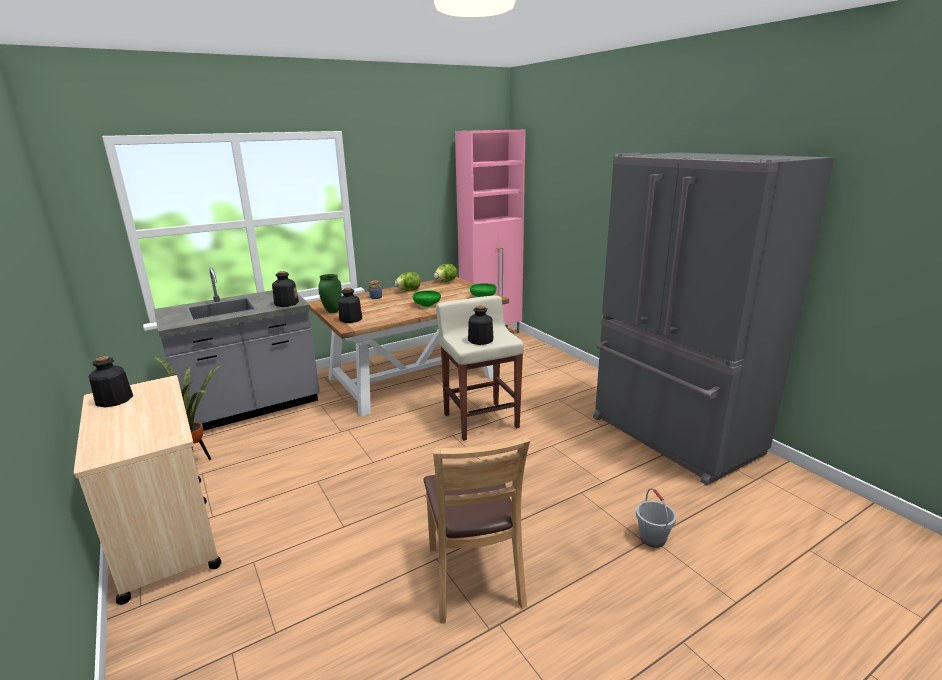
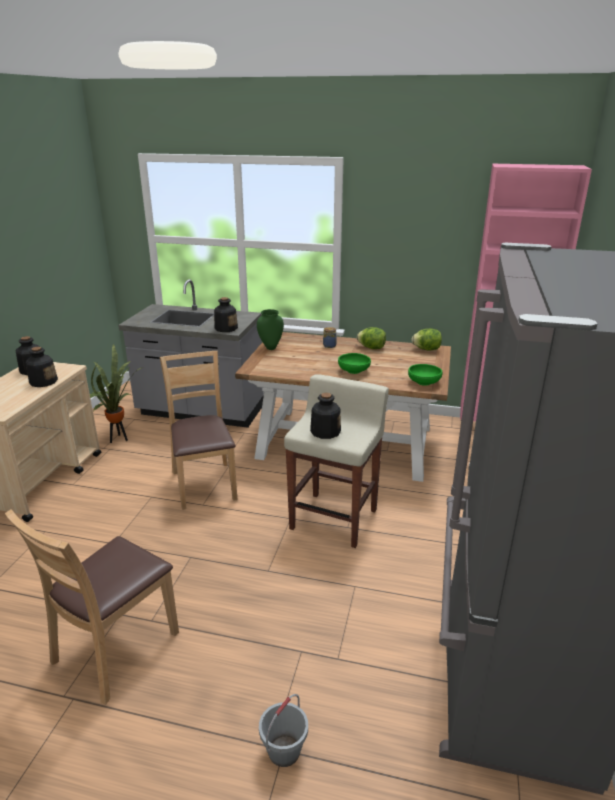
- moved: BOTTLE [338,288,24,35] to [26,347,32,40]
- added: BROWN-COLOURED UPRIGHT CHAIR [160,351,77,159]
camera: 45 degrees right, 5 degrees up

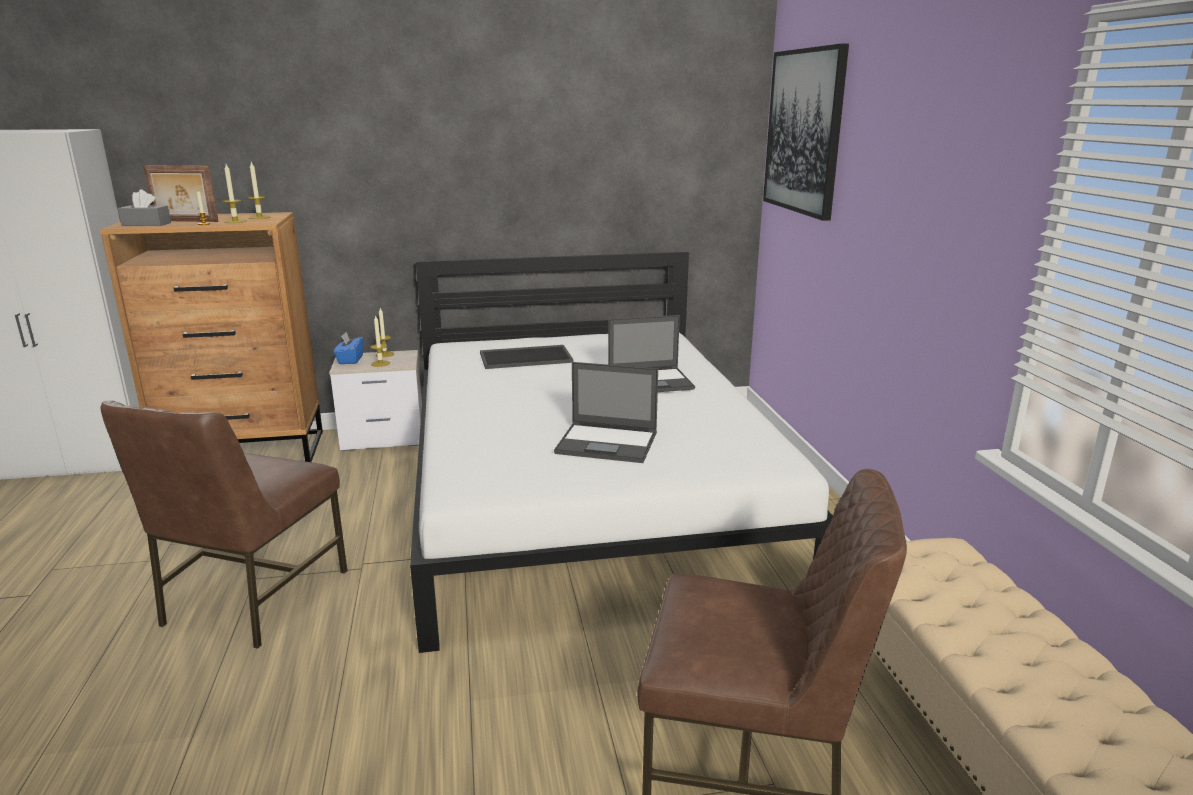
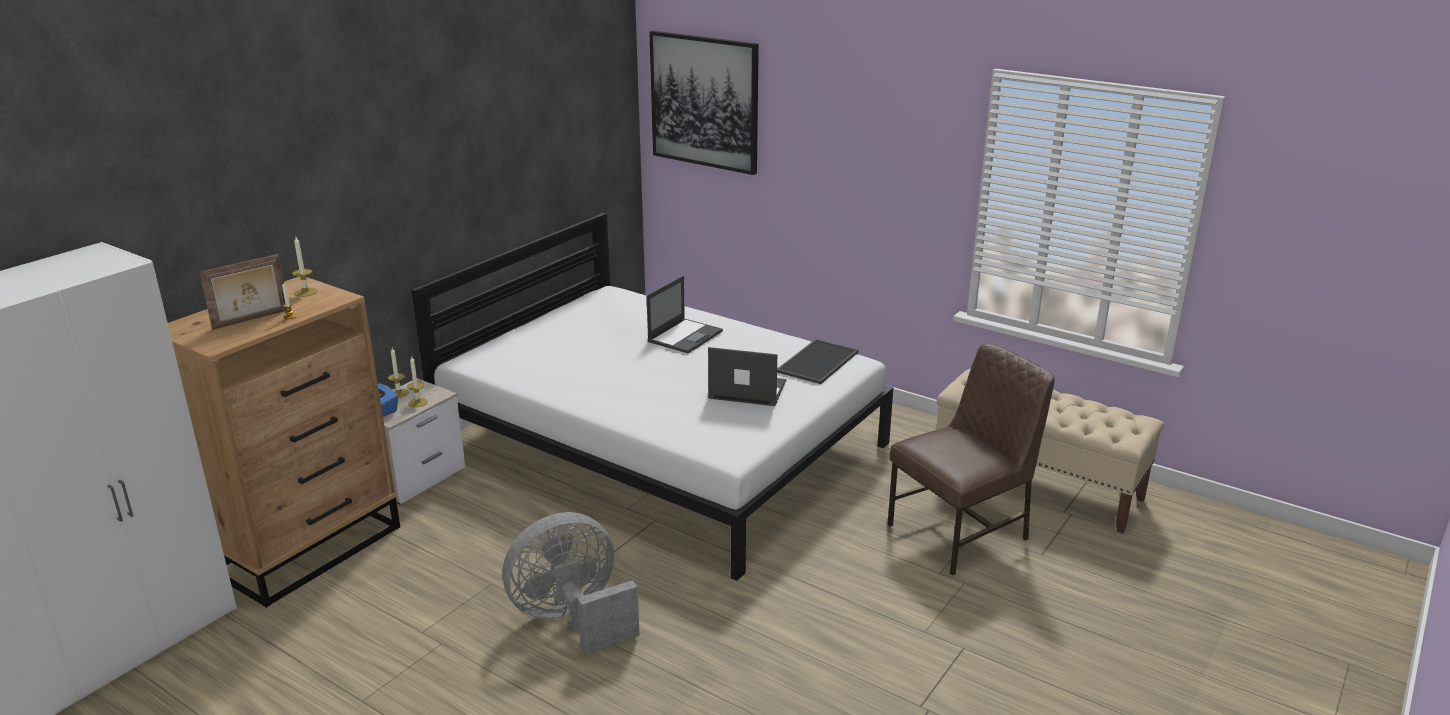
- replaced: BROWN-COLOURED UPRIGHT CHAIR [101,400,247,249] to GREY ELECTRIC FAN [503,512,137,142]
- turned: NOTEBOOK COMPUTER [554,362,104,101] = [708,347,78,59] 135 degrees counterclockwise
- moved: TRAY [480,345,94,24] to [777,339,82,45]
- removed: GREY BOX OF TISSUES [118,189,53,37]
- removed: CANDLE [222,164,25,59]
camera: 45 degrees left, 5 degrees up

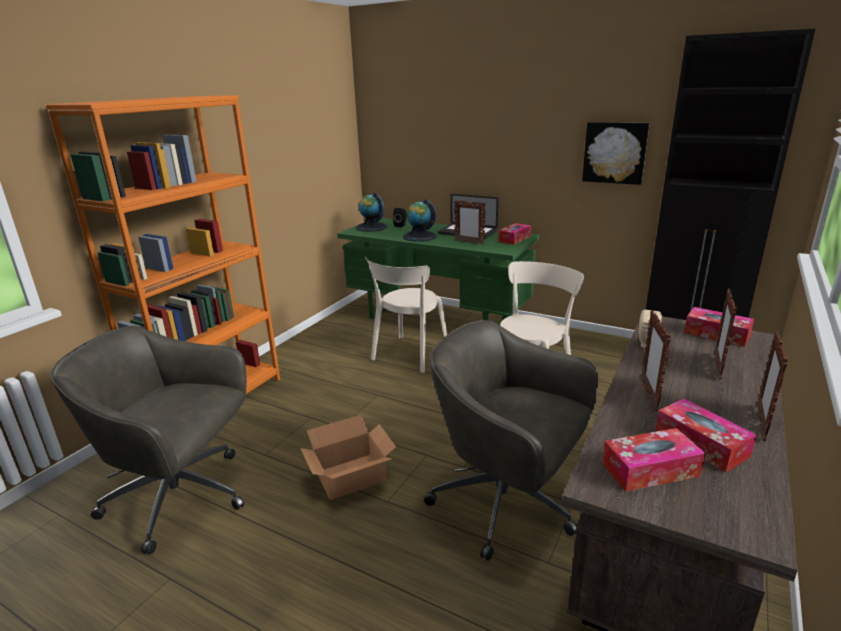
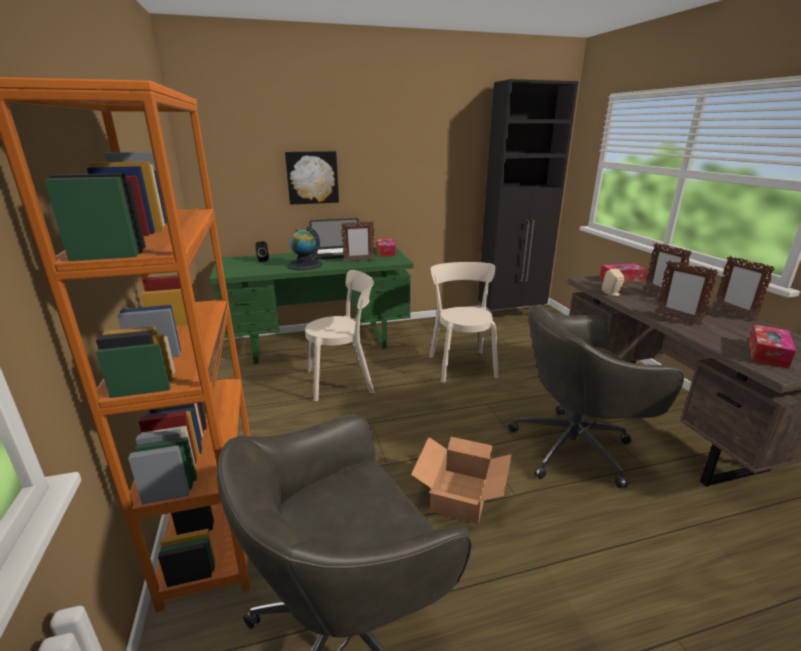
- moved: WALL PICTURE [582,122,68,63] to [285,151,54,54]
- turned: BEIGE-COLOURED UPRIGHT CHAIR [365,257,82,116] = [305,270,69,131] 90 degrees counterclockwise
- removed: DESK GLOBE [356,192,31,40]
- removed: BOX OF TISSUES [655,398,102,74]
camera: 45 degrees left, 0 degrees up

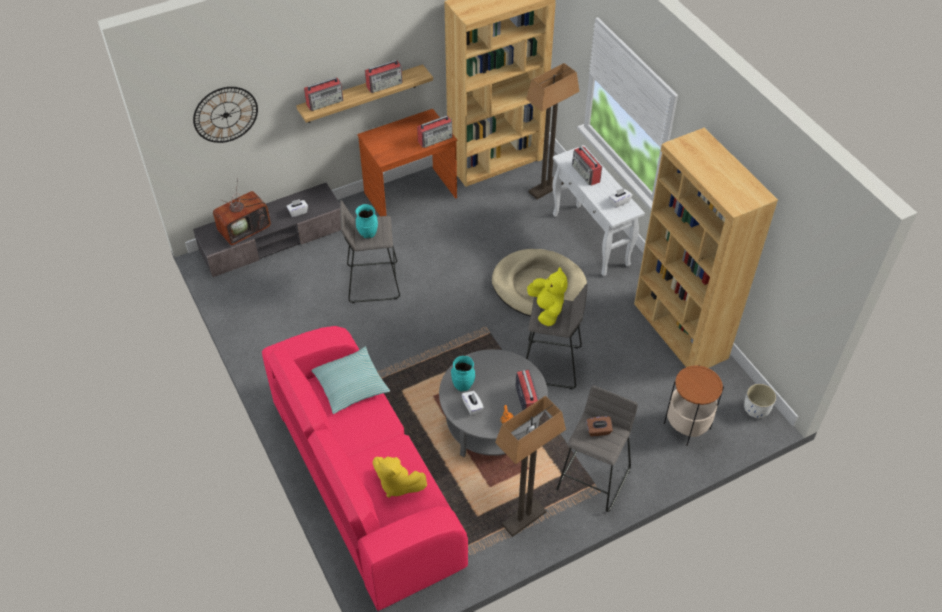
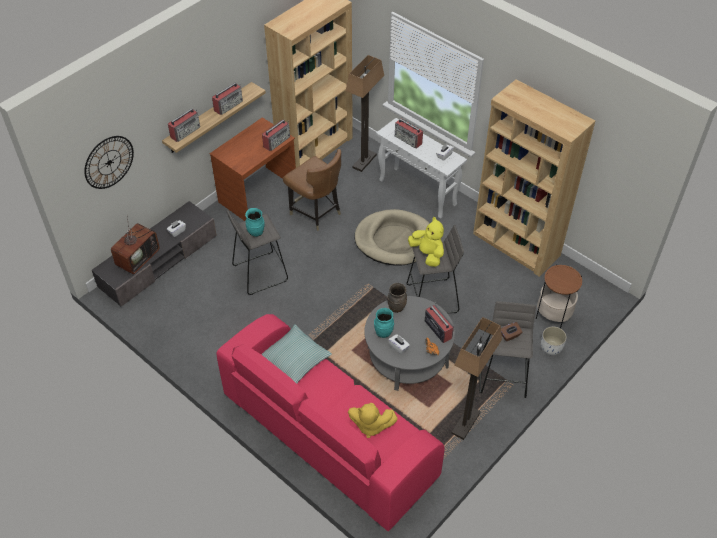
- added: BROWN-COLOURED UPRIGHT CHAIR [283,149,58,82]
- added: BROWN-COLOURED FLOWER VASE [387,283,20,30]
- moved: WHITISH PLANT POT [744,384,32,34] to [541,326,26,29]
camera: 20 degrees left, 0 degrees up

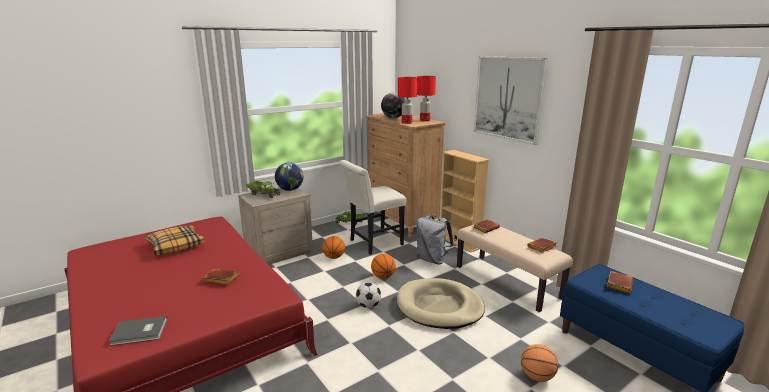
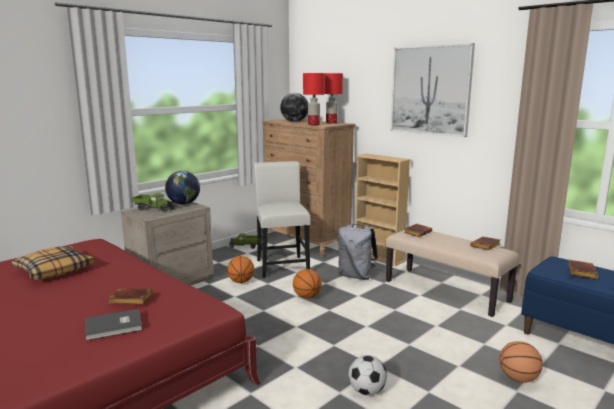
- moved: GREY BOOK [108,316,59,30] to [85,309,57,31]
- turned: WHITISH UPRIGHT CHAIR [339,160,67,95] = [253,161,58,117] 120 degrees clockwise
- moved: FOOTBALL BALL [356,282,25,26] to [349,355,38,40]
- removed: BEIGE-COLOURED PET BED [397,278,88,51]
camera: 10 degrees left, 5 degrees down

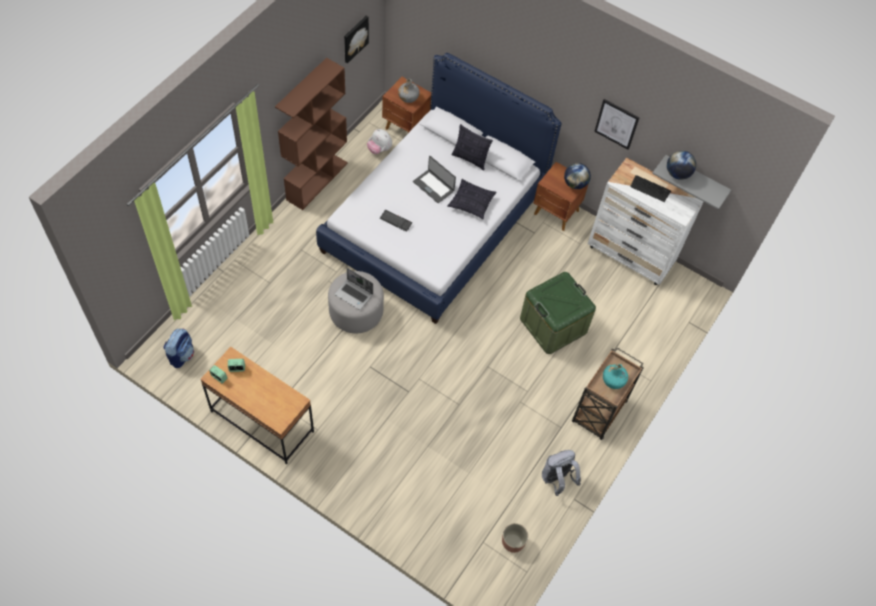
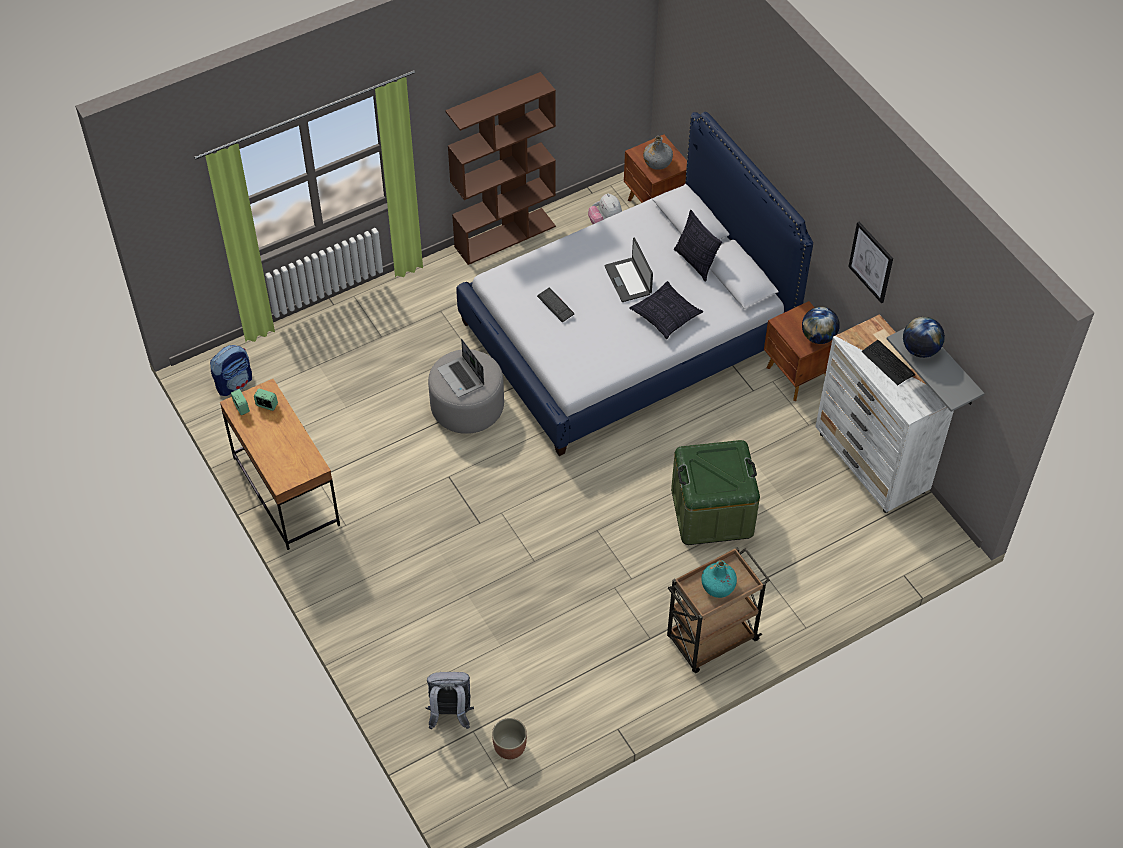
- moved: GREY RUCKSACK [542,450,39,46] to [426,672,48,57]
- removed: WALL PICTURE [344,16,25,47]
camera: 30 degrees right, 5 degrees down

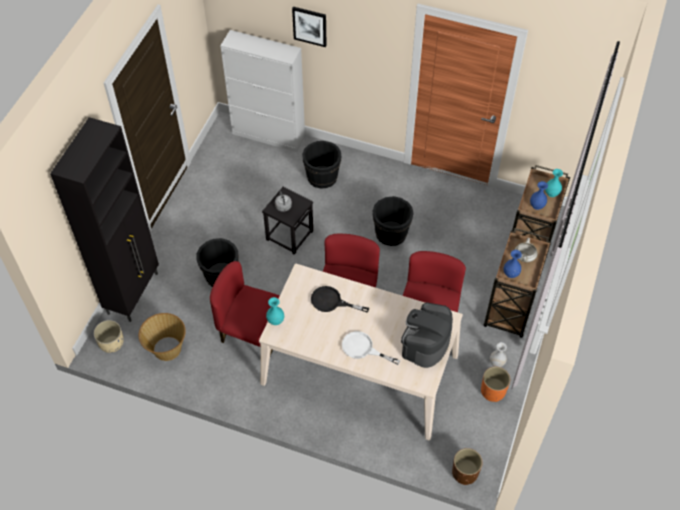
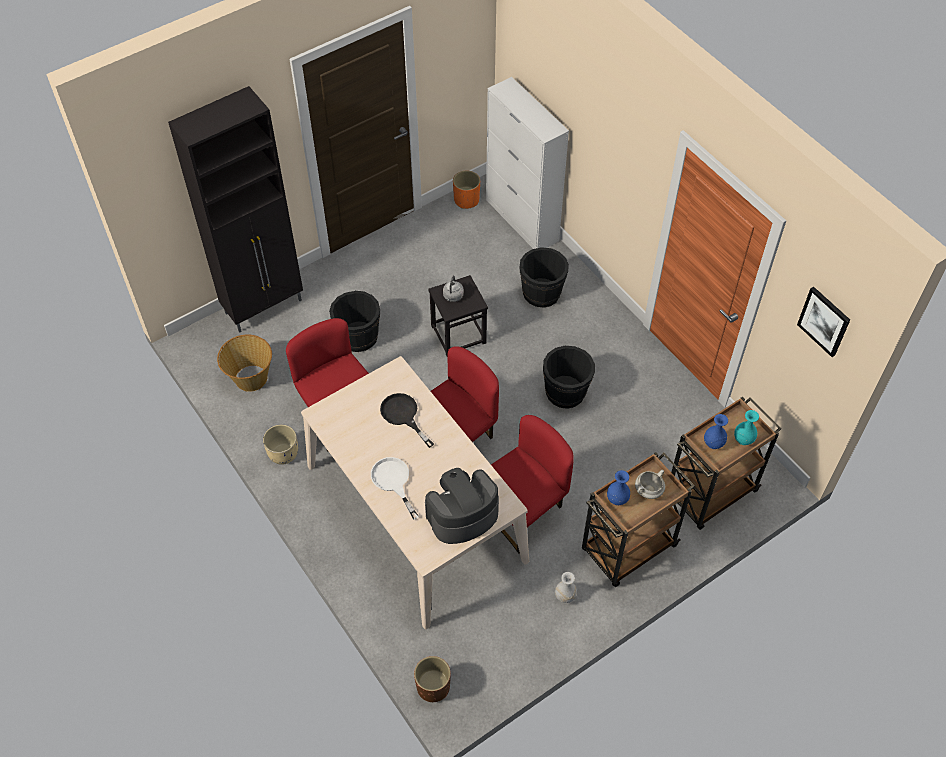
- moved: BEIGE-COLOURED PLANT POT [93,320,31,33] to [263,424,35,41]
- moved: ORANGE-COLOURED PLANT POT [481,366,29,36] to [453,170,27,39]
- moved: WALL PICTURE [292,7,35,40] to [797,287,53,70]
- removed: TURQUOISE-COLOURED FLOWER VASE [266,297,18,28]
camera: 35 degrees right, 0 degrees up

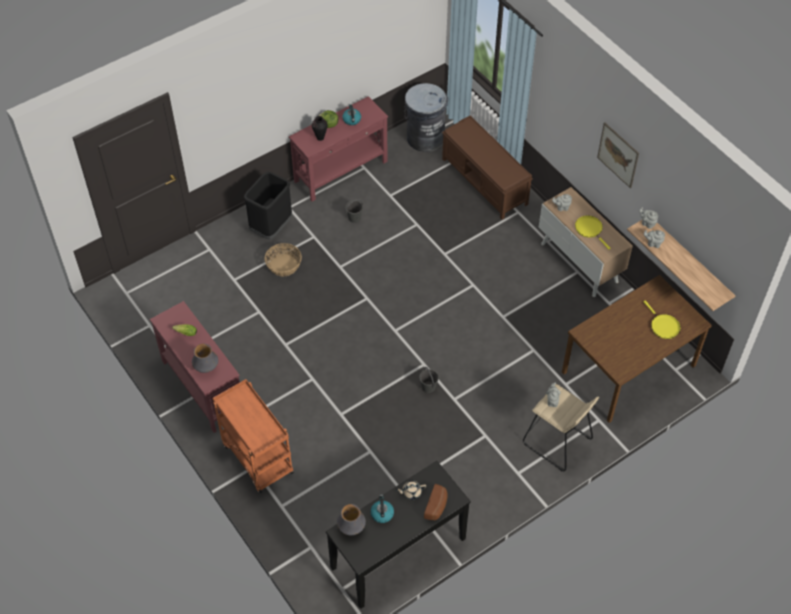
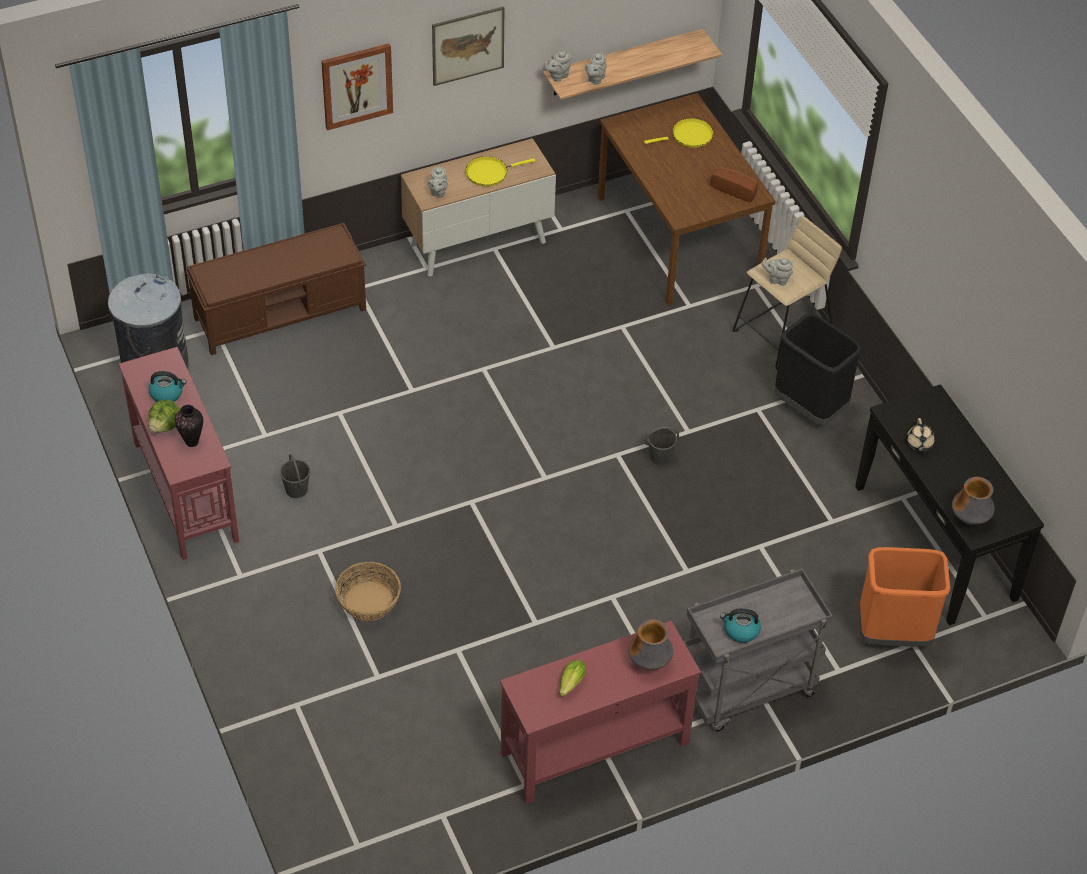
- added: WALL PICTURE [321,43,72,87]
- recoloured: ORANGE-COLOURED WHEELED CART [212,379,82,114] to GREY WHEELED CART [683,568,150,163]
- moved: BAKED BREAD [424,484,24,36] to [711,166,47,36]
- moved: KETTLE [370,494,24,29] to [720,608,41,35]
- moved: BLACK-COLOURED RUBBISH BIN [244,172,48,67] to [774,313,88,112]
- added: ORANGE-COLOURED RUBBISH BIN [859,547,91,100]
camera: 80 degrees left, 5 degrees down

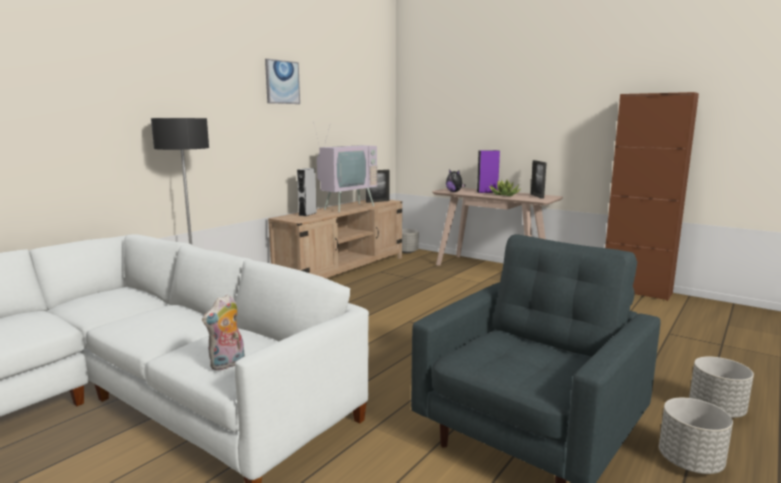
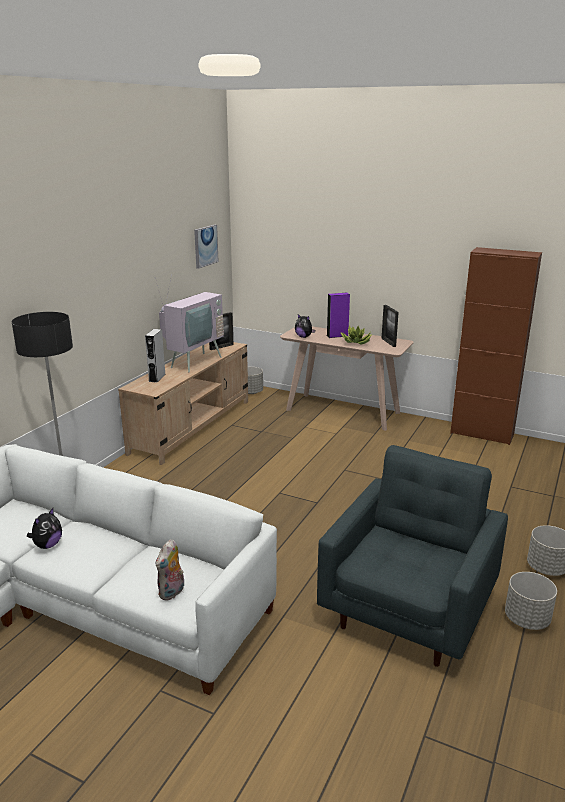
- added: PLUSH TOY [27,508,35,41]
- moved: WALL PICTURE [265,59,35,45] to [194,225,25,44]
camera: 10 degrees left, 10 degrees up

